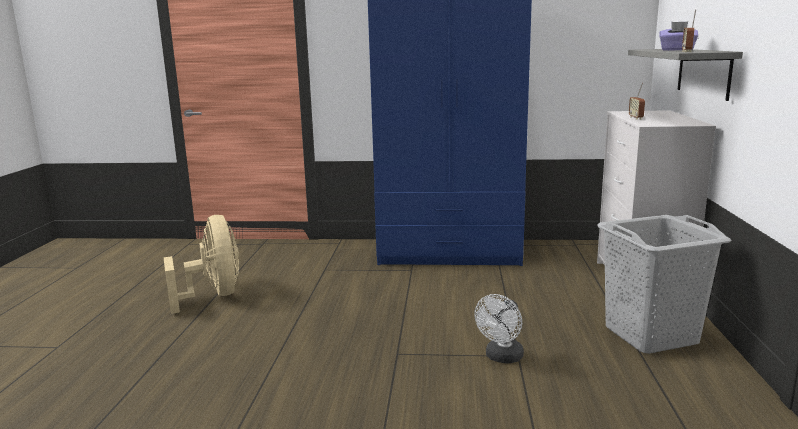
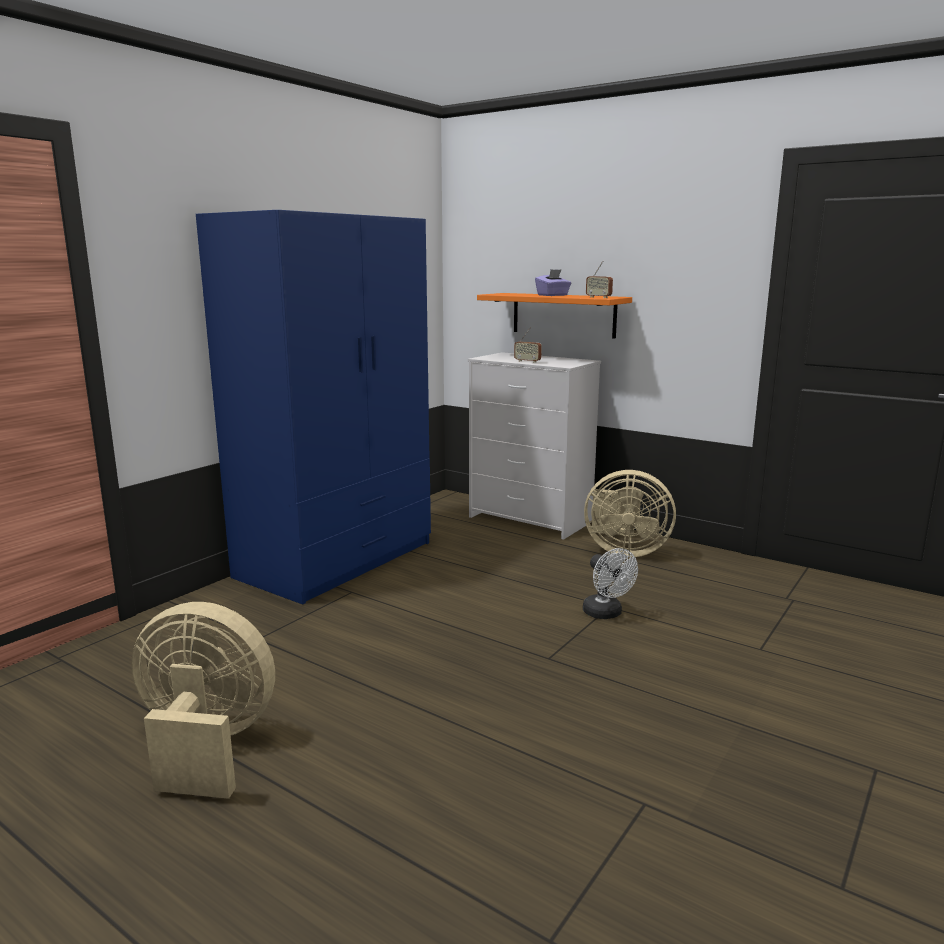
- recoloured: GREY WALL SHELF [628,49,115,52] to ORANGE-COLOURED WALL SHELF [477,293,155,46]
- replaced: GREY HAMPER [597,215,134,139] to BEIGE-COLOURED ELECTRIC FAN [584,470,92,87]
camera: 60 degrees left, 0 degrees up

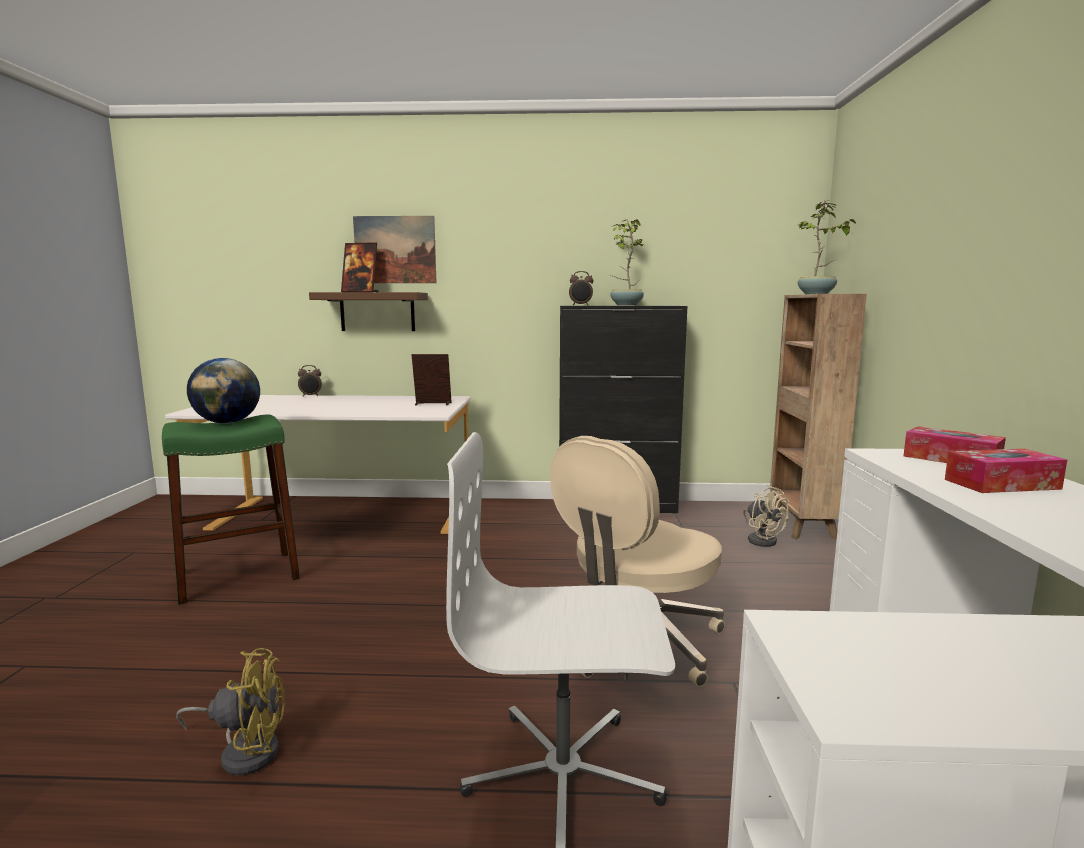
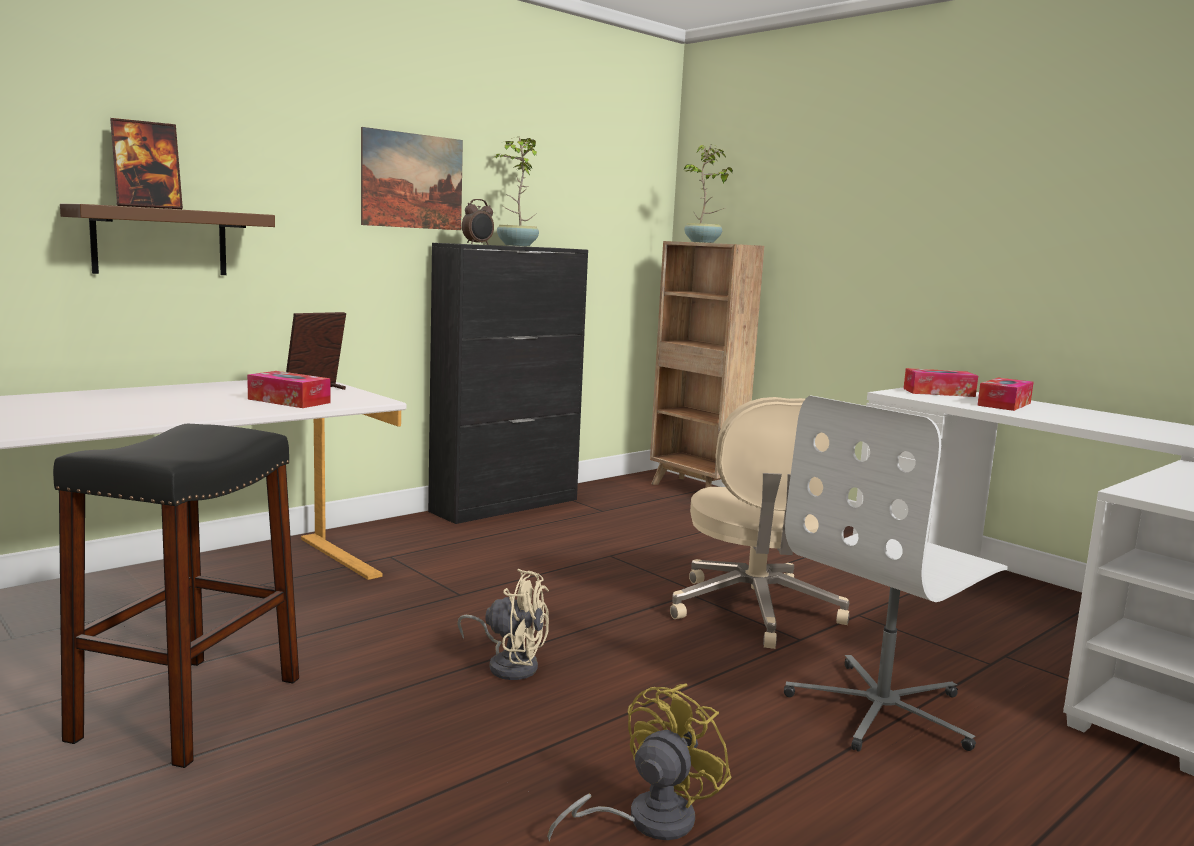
- recoloured: GREEN STOOL SEAT [162,414,138,191] to BLACK-COLOURED STOOL SEAT [53,424,246,344]
- added: BOX OF TISSUES [247,371,84,37]
- moved: WALL PICTURE [353,216,83,67] to [361,127,102,103]
- moved: BEIGE-COLOURED ELECTRIC FAN [743,485,46,62] to [457,569,92,111]
- removed: DESK GLOBE [187,358,73,66]
- removed: TABLE CLOCK [298,365,24,32]
camera: 45 degrees left, 0 degrees up

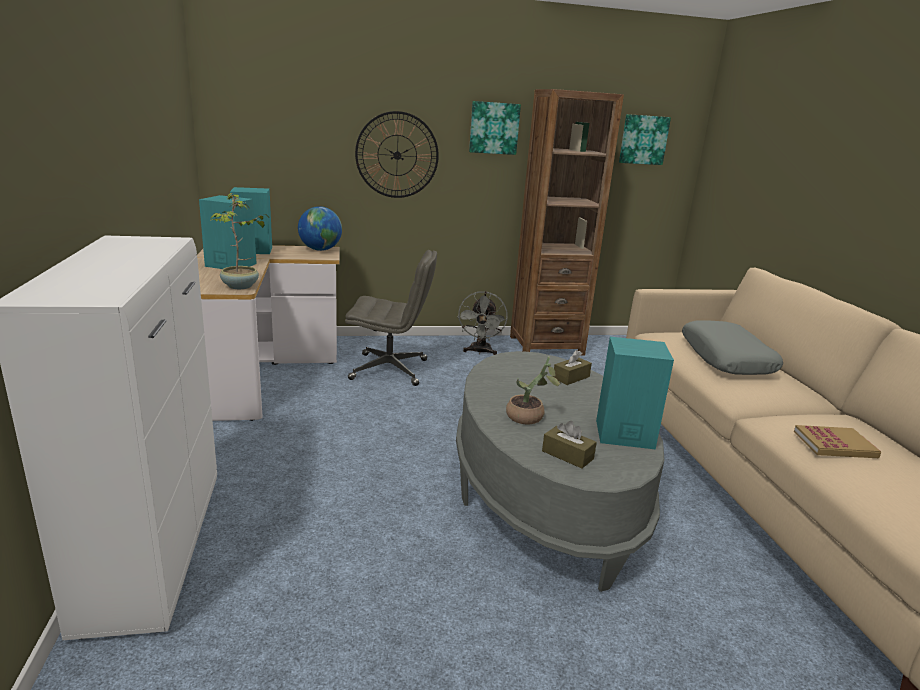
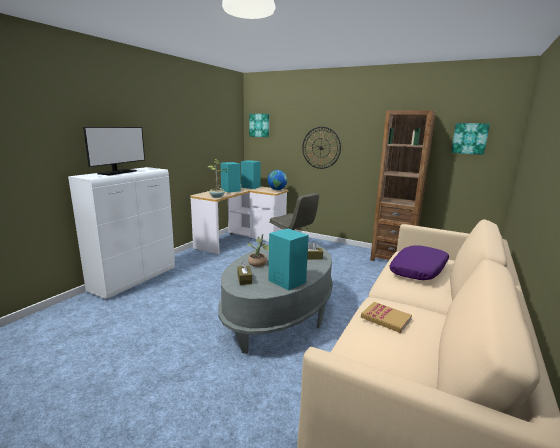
- added: MONITOR [83,127,62,48]
- moved: WALL PICTURE [469,101,52,54] to [249,114,20,23]
- recoloured: GREY THROW PILLOW [682,320,101,55] to PURPLE THROW PILLOW [390,246,59,34]
- removed: GREY ELECTRIC FAN [457,291,51,64]
camera: 40 degrees right, 5 degrees down

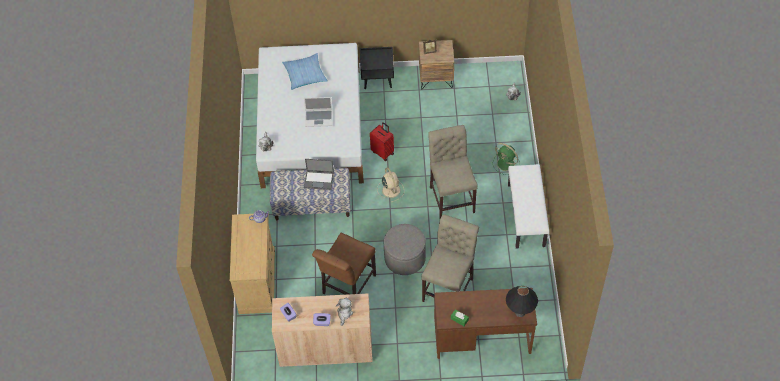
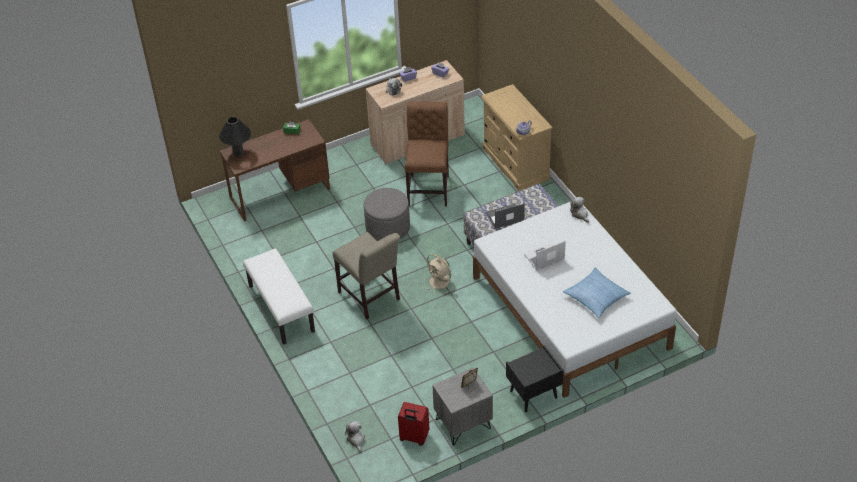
- moved: REDDISH SUITCASE [370,122,24,39] to [398,402,32,44]
- recoloured: BROWN-COLOURED NIGHT TABLE [419,40,35,49] to GREY NIGHT TABLE [432,367,61,79]
- removed: BEIGE-COLOURED UPRIGHT CHAIR [421,214,58,88]
- removed: GREEN ELECTRIC FAN [492,143,28,32]
camera: 155 degrees right, 10 degrees down

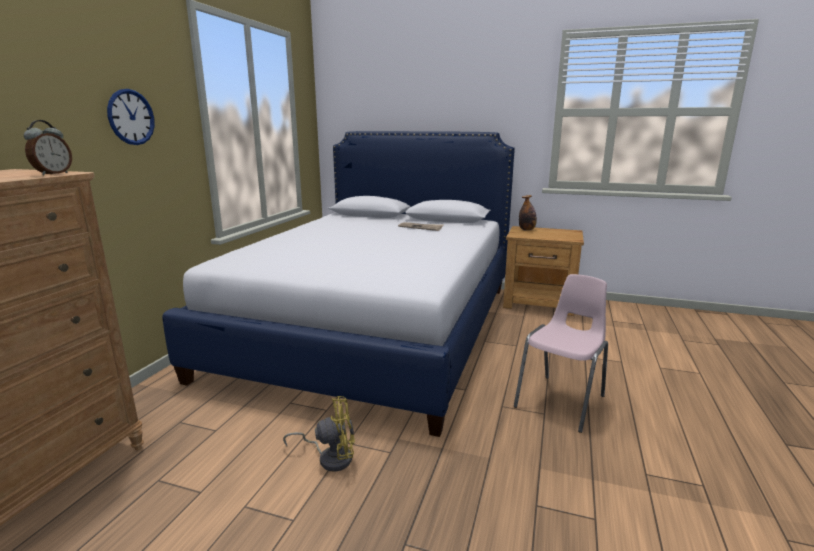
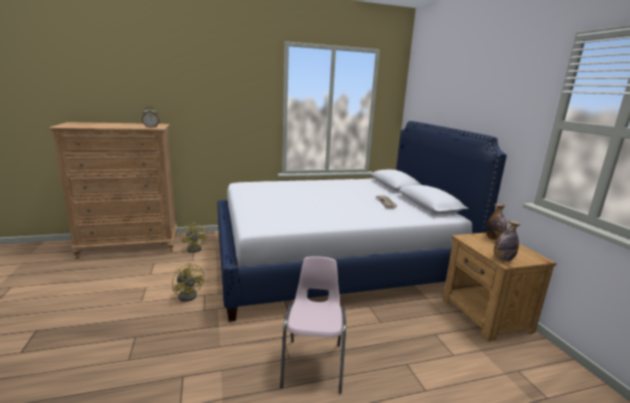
- added: YELLOW ELECTRIC FAN [180,222,27,31]
- turned: PINKISH UPRIGHT CHAIR [514,274,94,159] = [280,256,66,138] 90 degrees counterclockwise
- added: BOTTLE [494,220,27,42]
- removed: HANGING CLOCK [107,89,48,56]
camera: 55 degrees right, 0 degrees up

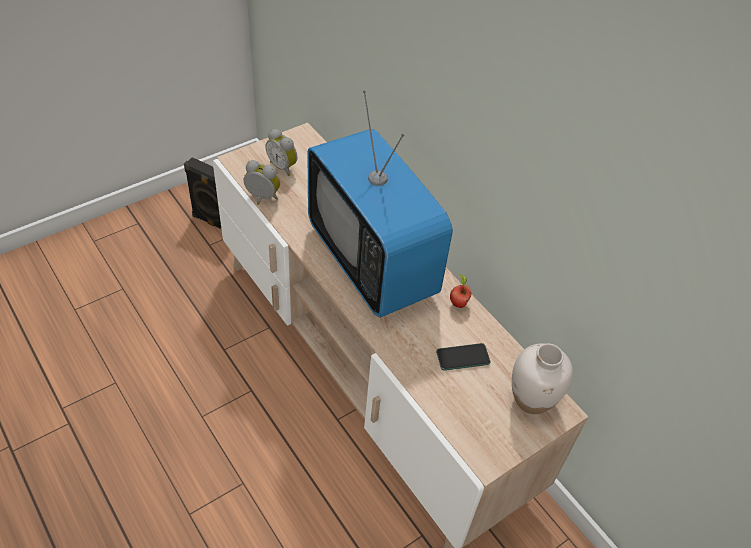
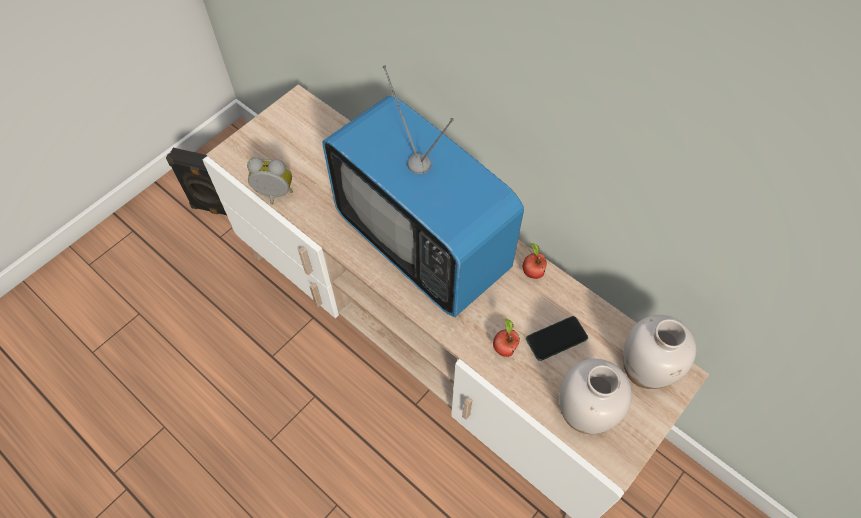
- added: APPLE [493,318,27,39]
- added: WHITISH FLOWER VASE [559,359,73,75]
- removed: TABLE CLOCK [265,129,32,47]
camera: 10 degrees left, 10 degrees up

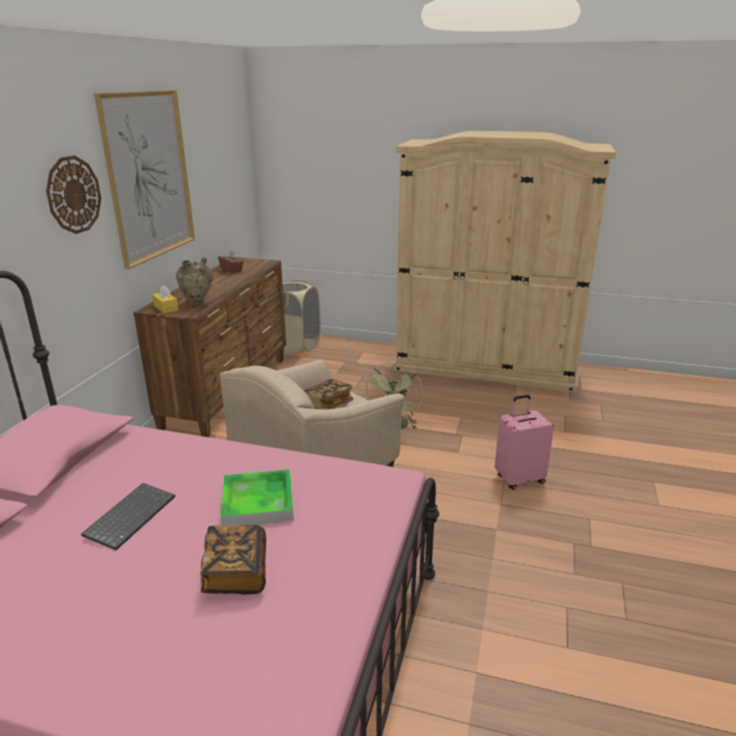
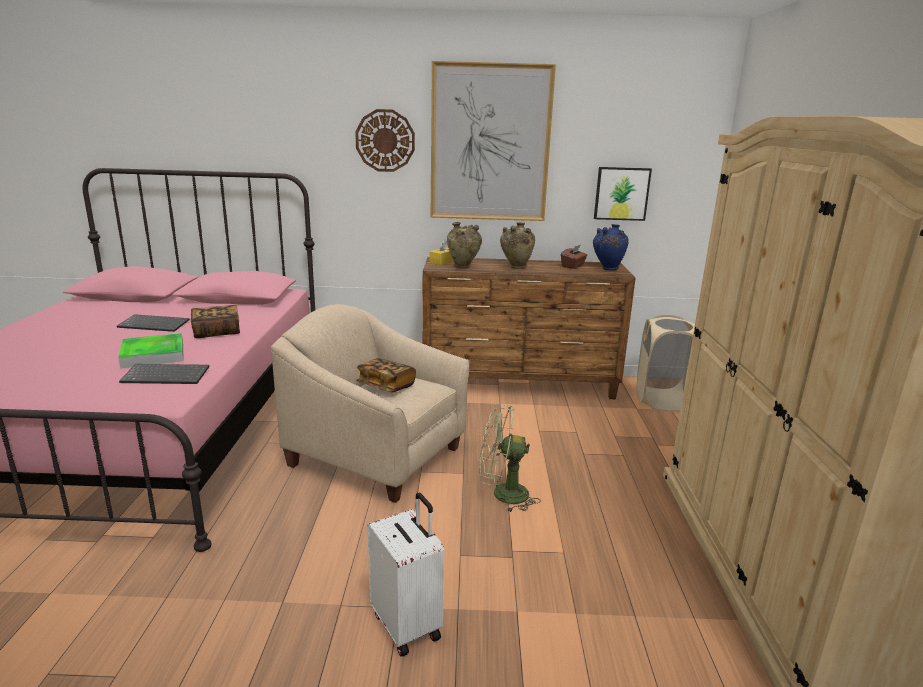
- added: KEYBOARD [119,364,90,20]
- moved: BOOK [200,525,66,70] to [191,305,49,33]
- recoloured: PINKISH SUITCASE [495,395,59,95] to WHITISH SUITCASE [367,493,77,163]
- added: BEIGE-COLOURED FLOWER VASE [500,222,35,47]
- added: BLUE FLOWER VASE [593,224,36,46]
- added: WALL PICTURE [594,167,58,54]
camera: 75 degrees right, 5 degrees down

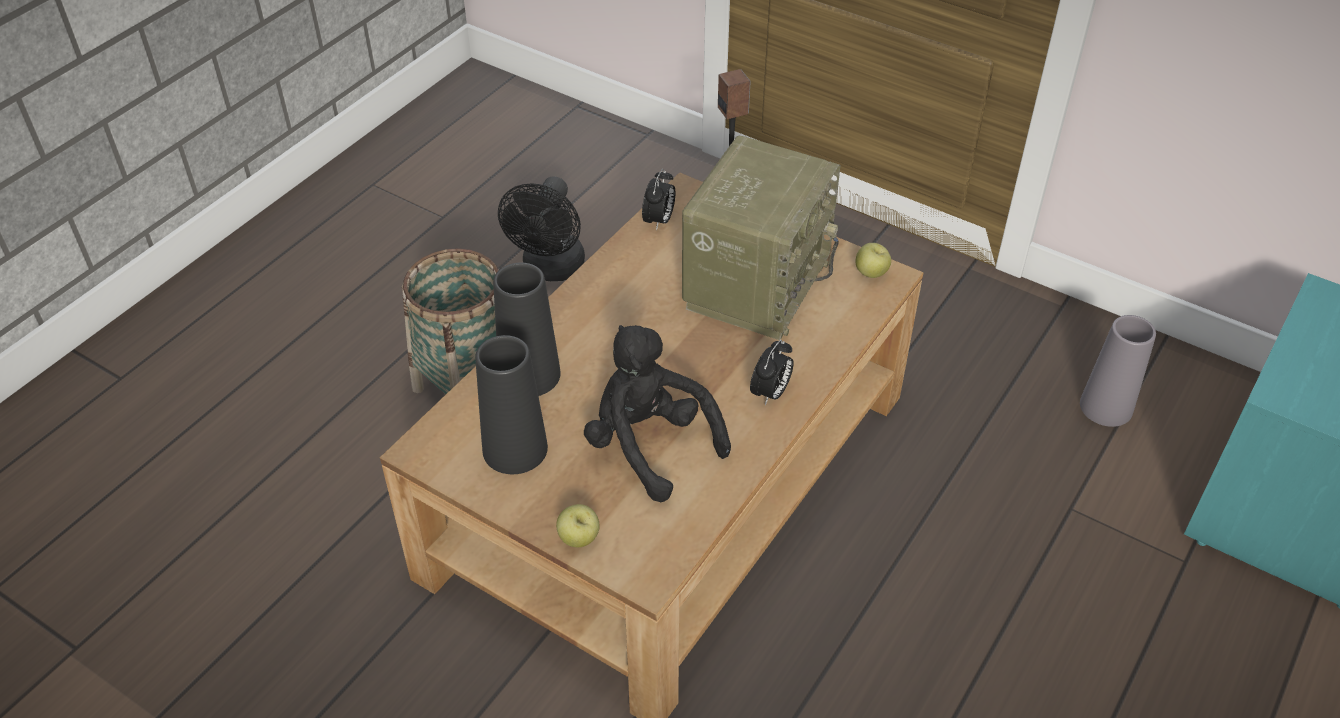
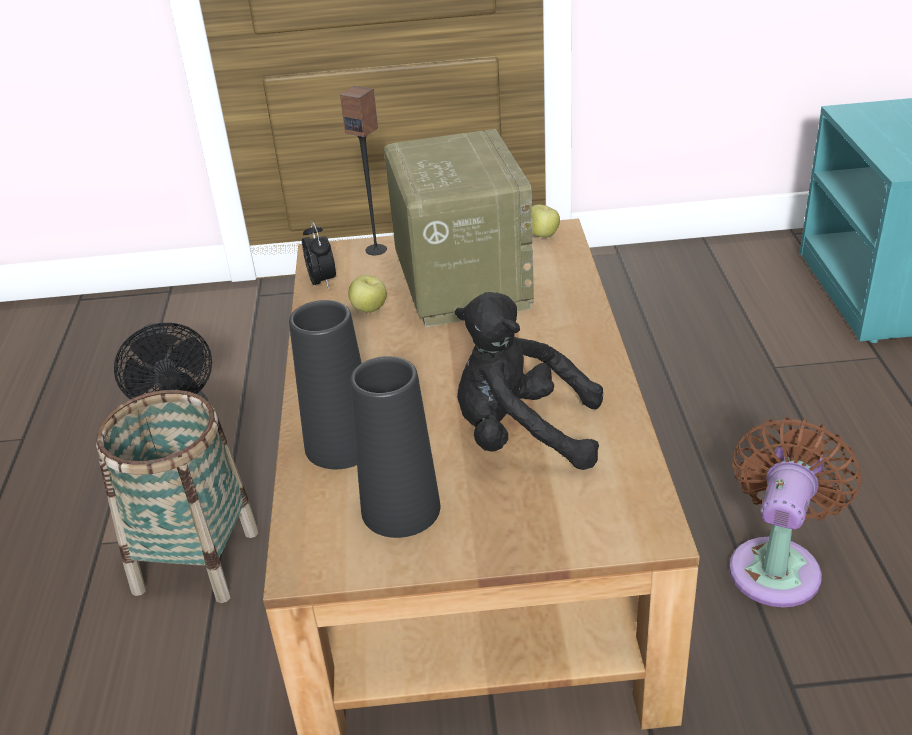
- moved: APPLE [556,504,43,43] to [348,275,39,38]
- added: BROWN-COLOURED ELECTRIC FAN [729,417,133,190]
- removed: TABLE CLOCK [750,340,44,65]
- removed: GREY FLOWER VASE [1080,315,76,112]
camera: 35 degrees left, 10 degrees down

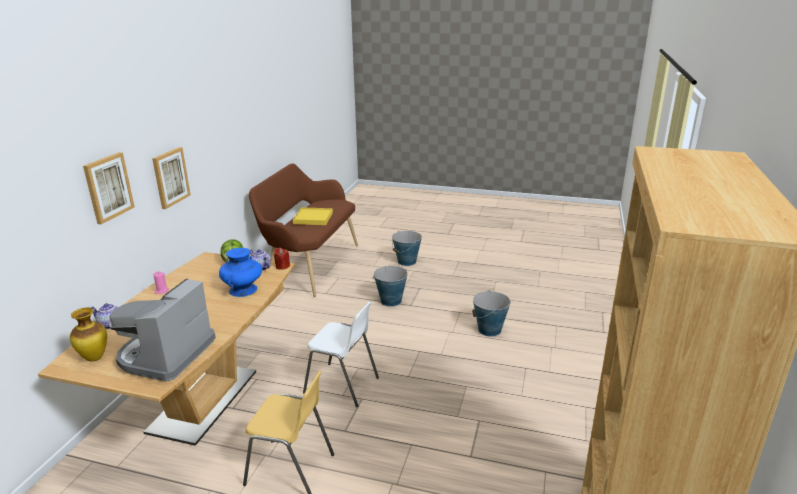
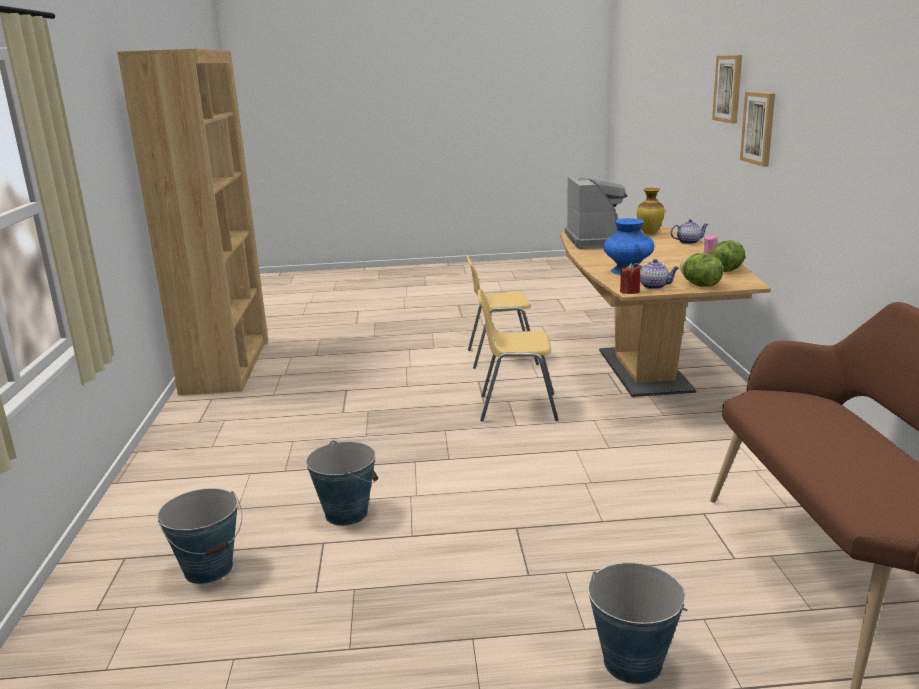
- moved: PAIL [373,266,35,41] to [157,488,85,96]
- recoloured: WHITISH UPRIGHT CHAIR [303,302,76,105] to YELLOW UPRIGHT CHAIR [478,289,81,132]
- added: HEAD OF LETTUCE [710,240,35,32]
- moved: WALL PICTURE [152,147,39,62] to [712,55,30,69]
- removed: YELLOW TRAY [293,207,40,18]
camera: 160 degrees right, 5 degrees down

